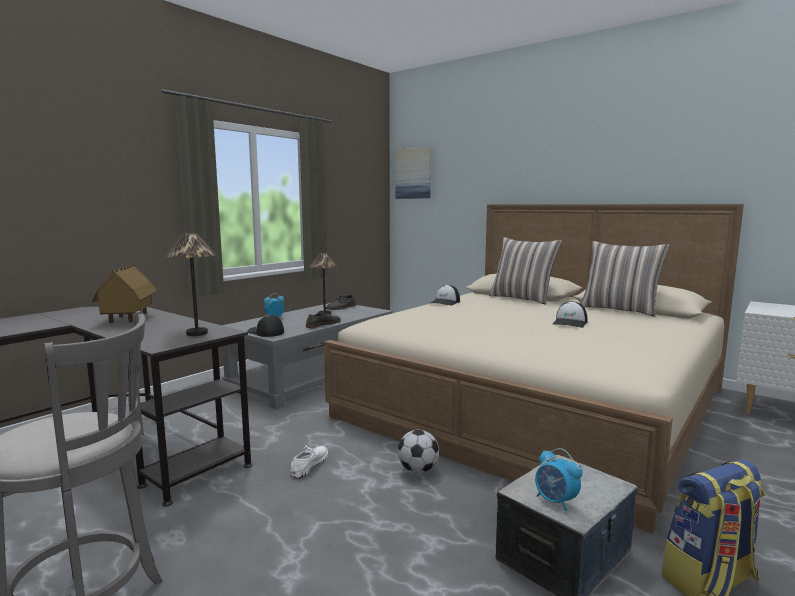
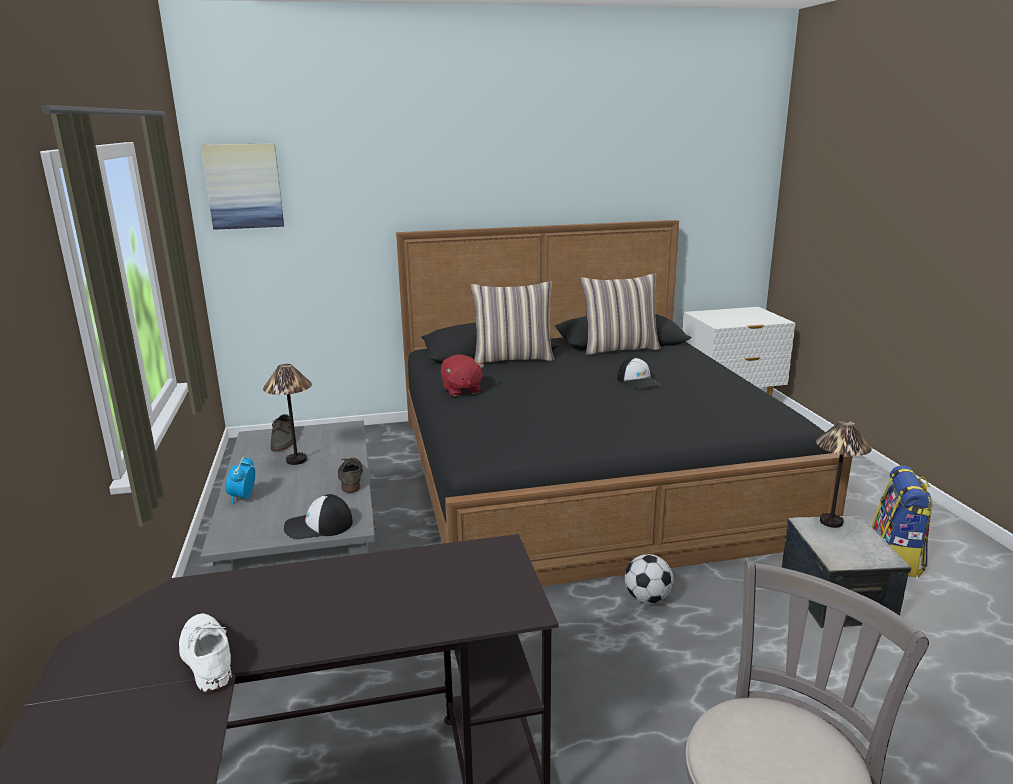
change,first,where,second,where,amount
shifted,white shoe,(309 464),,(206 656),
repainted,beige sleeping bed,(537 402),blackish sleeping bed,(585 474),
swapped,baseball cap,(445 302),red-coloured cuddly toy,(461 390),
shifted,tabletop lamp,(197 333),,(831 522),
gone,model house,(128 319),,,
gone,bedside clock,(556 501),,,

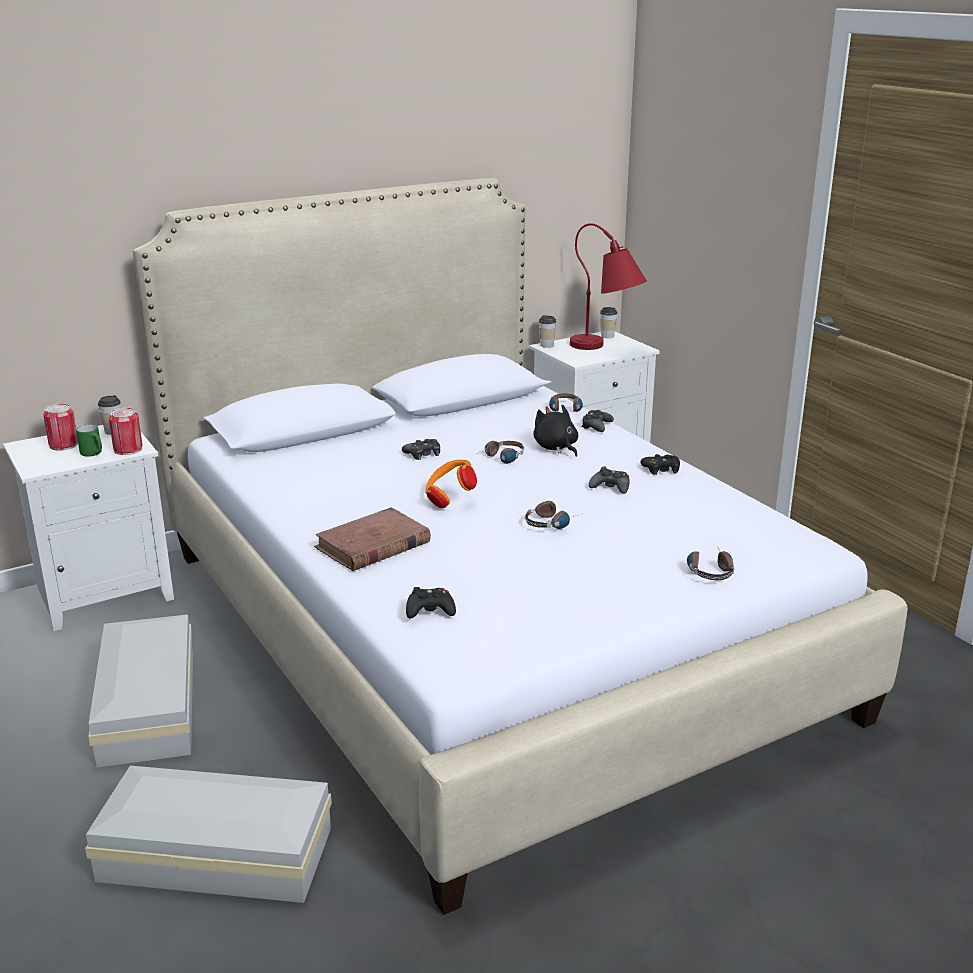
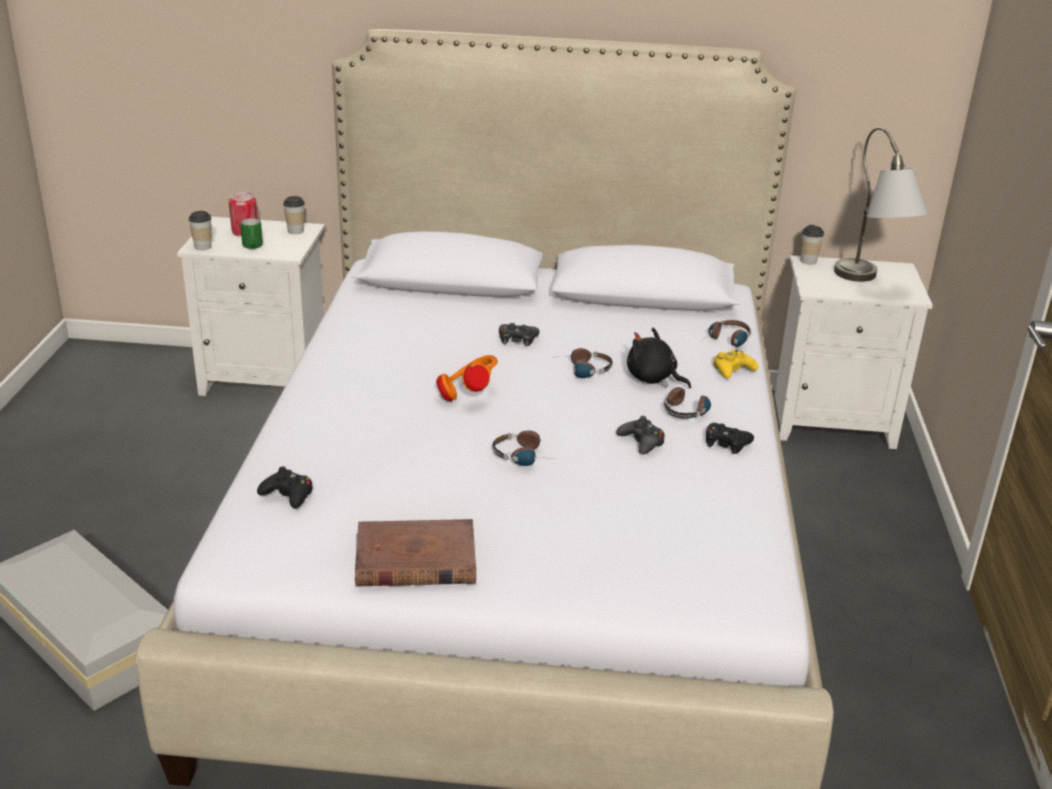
change,first,where,second,where,amount
shifted,cup,(607 336),,(203 247),
shifted,brown-coloured volume,(372 545),,(414 560),
rotated,blackish cuddly toy,(556 448),,(653 379),60 degrees counterclockwise
shifted,pair of headphones,(709 570),,(687 409),
repainted,blackish game controller,(596 426),yellow game controller,(732 370),
repainted,red-coloured tabletop lamp,(606 349),grey tabletop lamp,(870 284),
gone,white storage container,(151 704),,,
gone,sealed can,(128 449),,,

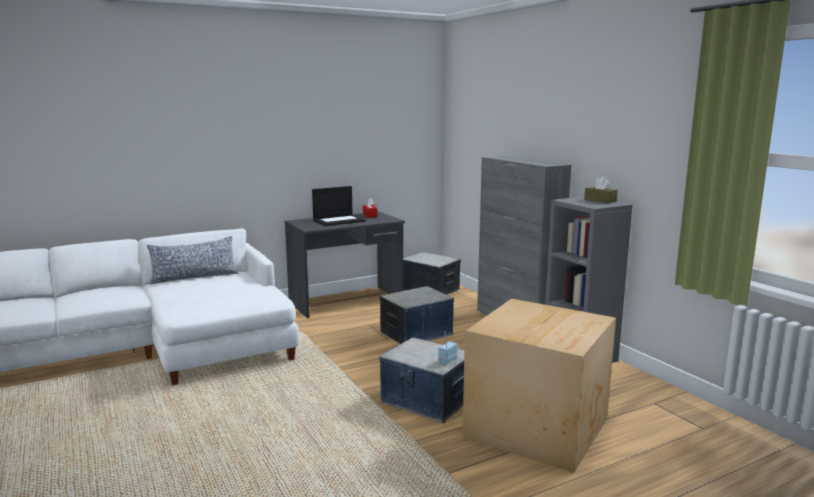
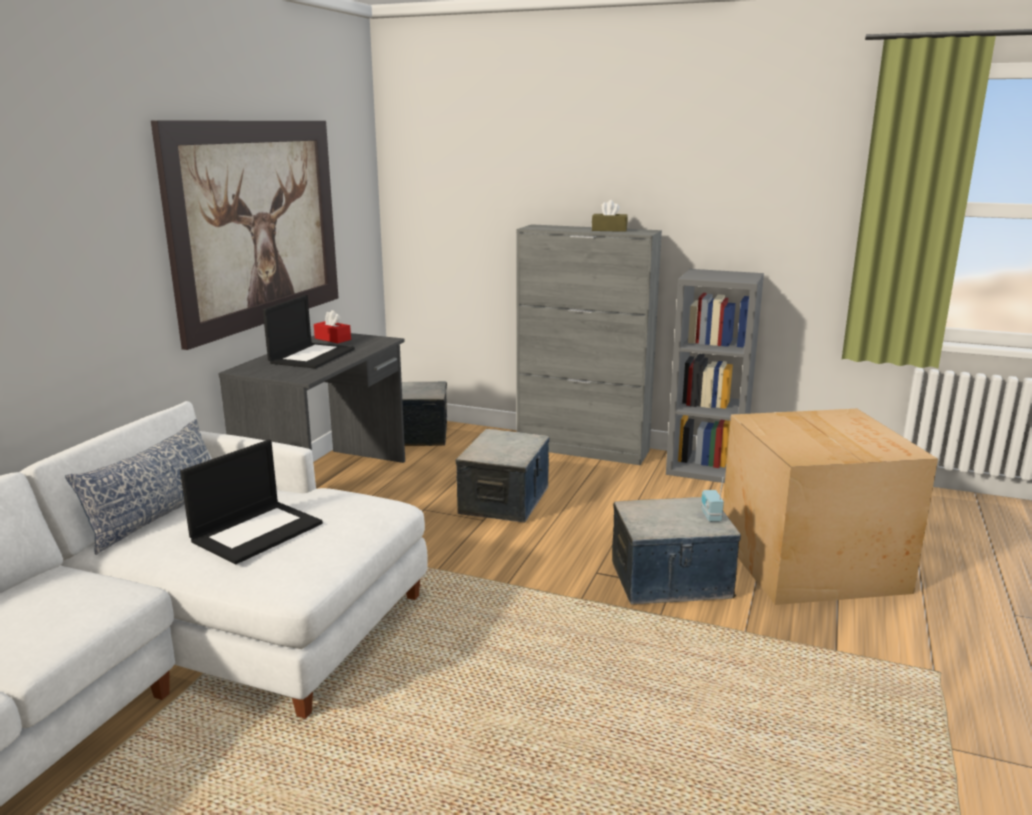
change,first,where,second,where,amount
new,,,wall art,(257 224),
new,,,notebook computer,(257 531),
shifted,brown-coloured tissue box,(600 200),,(609 230),

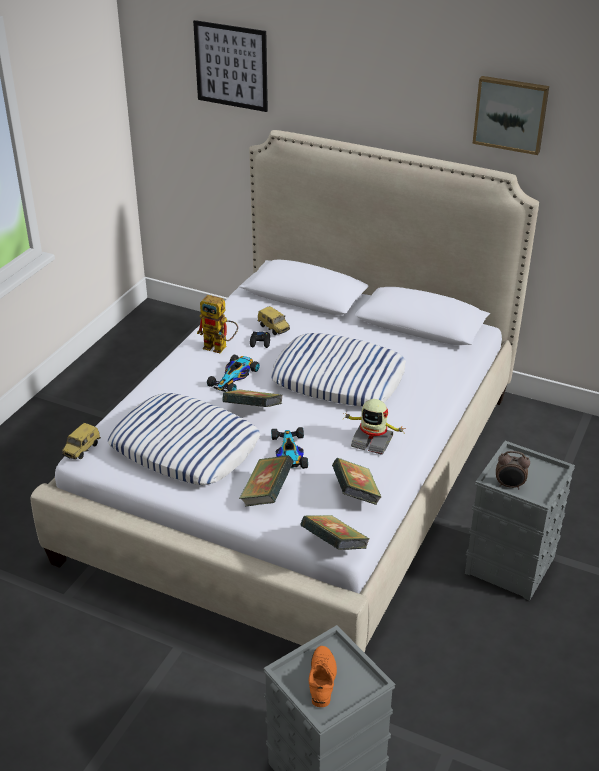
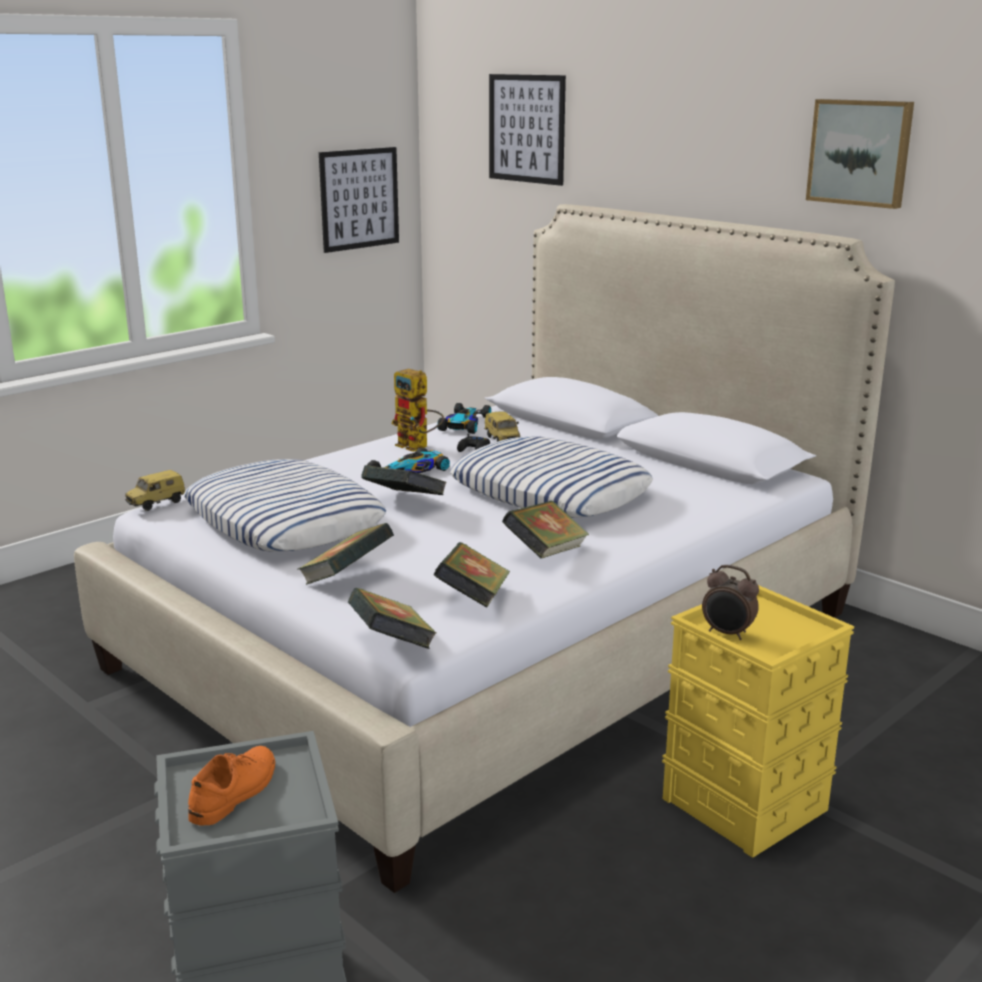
change,first,where,second,where,amount
new,,,wall art,(359 199),
shifted,model car,(289 453),,(464 424),
swapped,robot figure,(372 441),volume,(545 553),
repainted,grey storage container,(511 565),yellow storage container,(747 804),

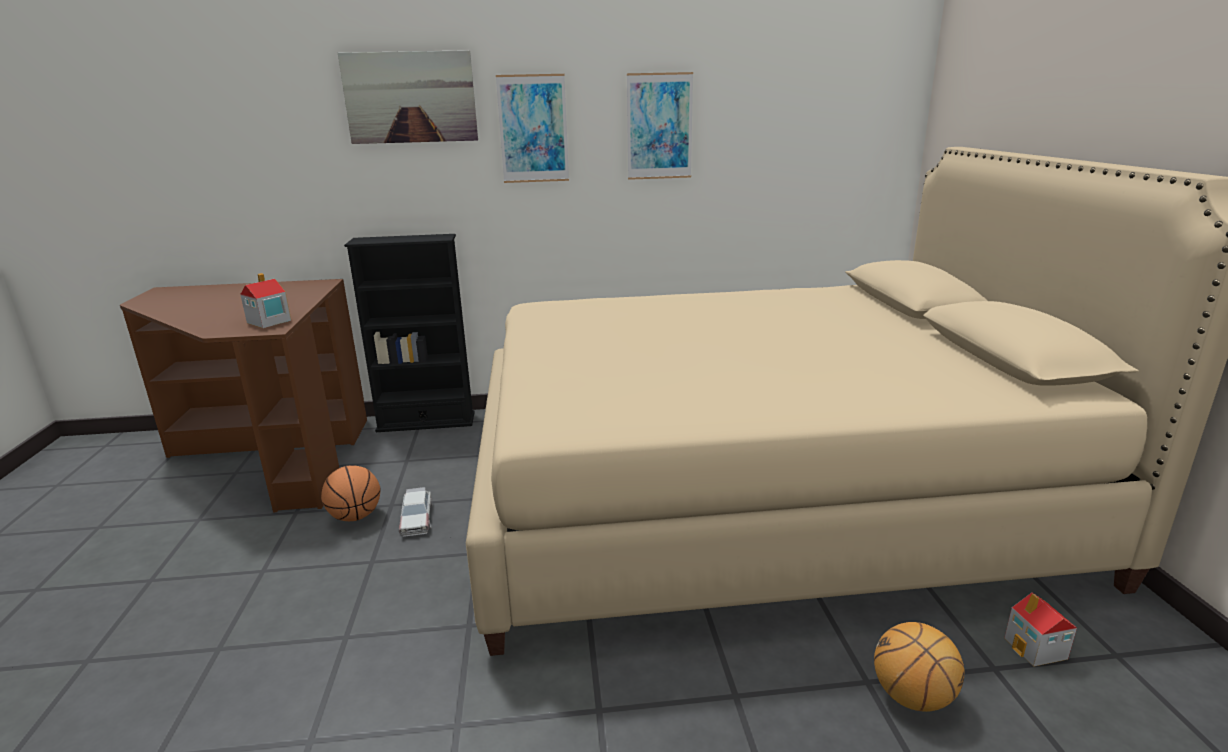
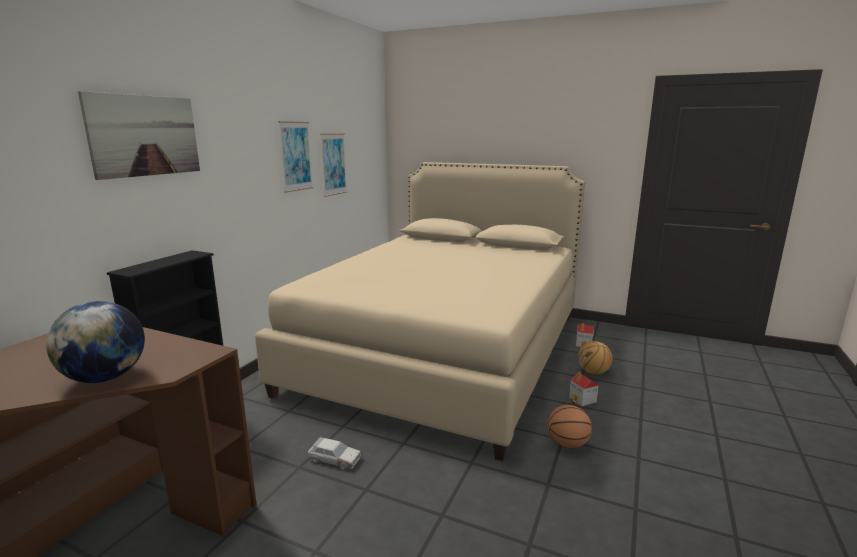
change,first,where,second,where,amount
new,,,desk globe,(105 378),
shifted,wall art,(533 129),,(333 164),
shifted,basketball,(355 517),,(567 444),
shifted,model house,(268 322),,(583 399),

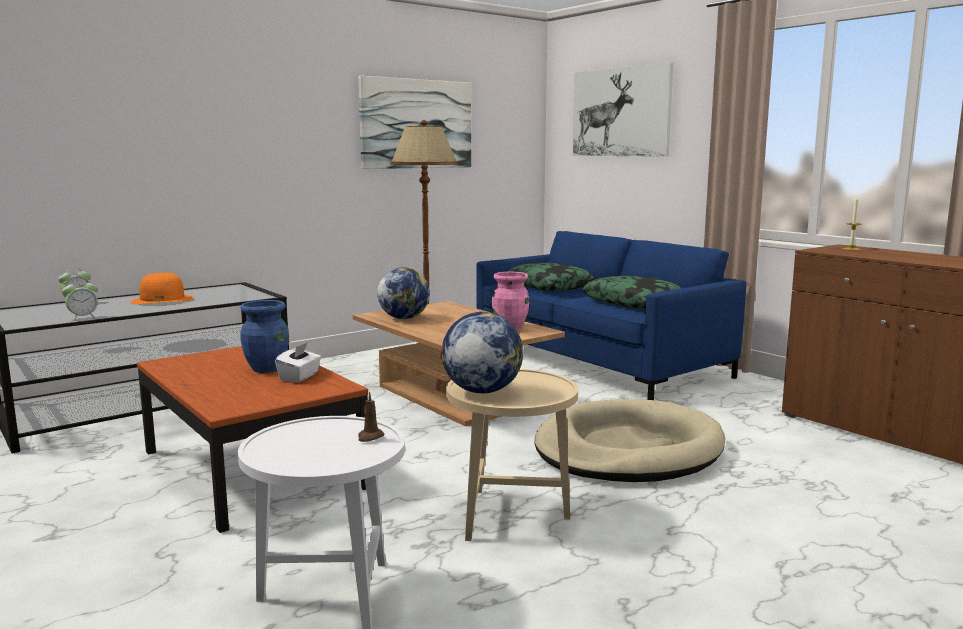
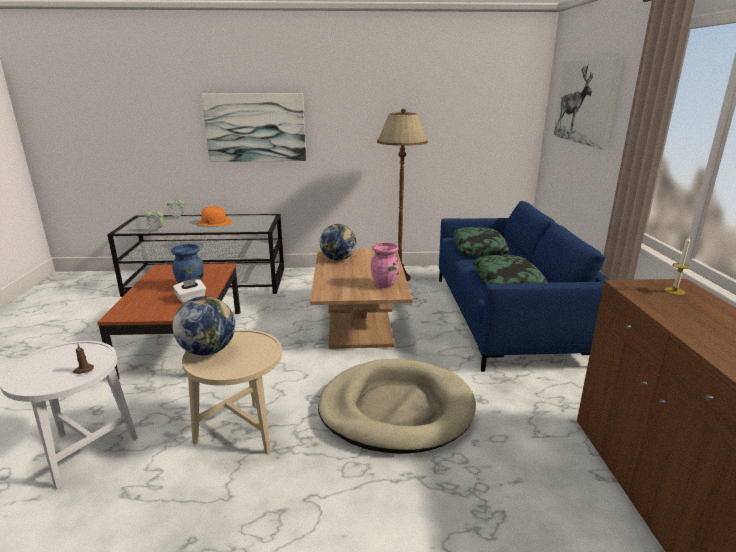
change,first,where,second,where,amount
shifted,wall art,(416 124),,(255 127),

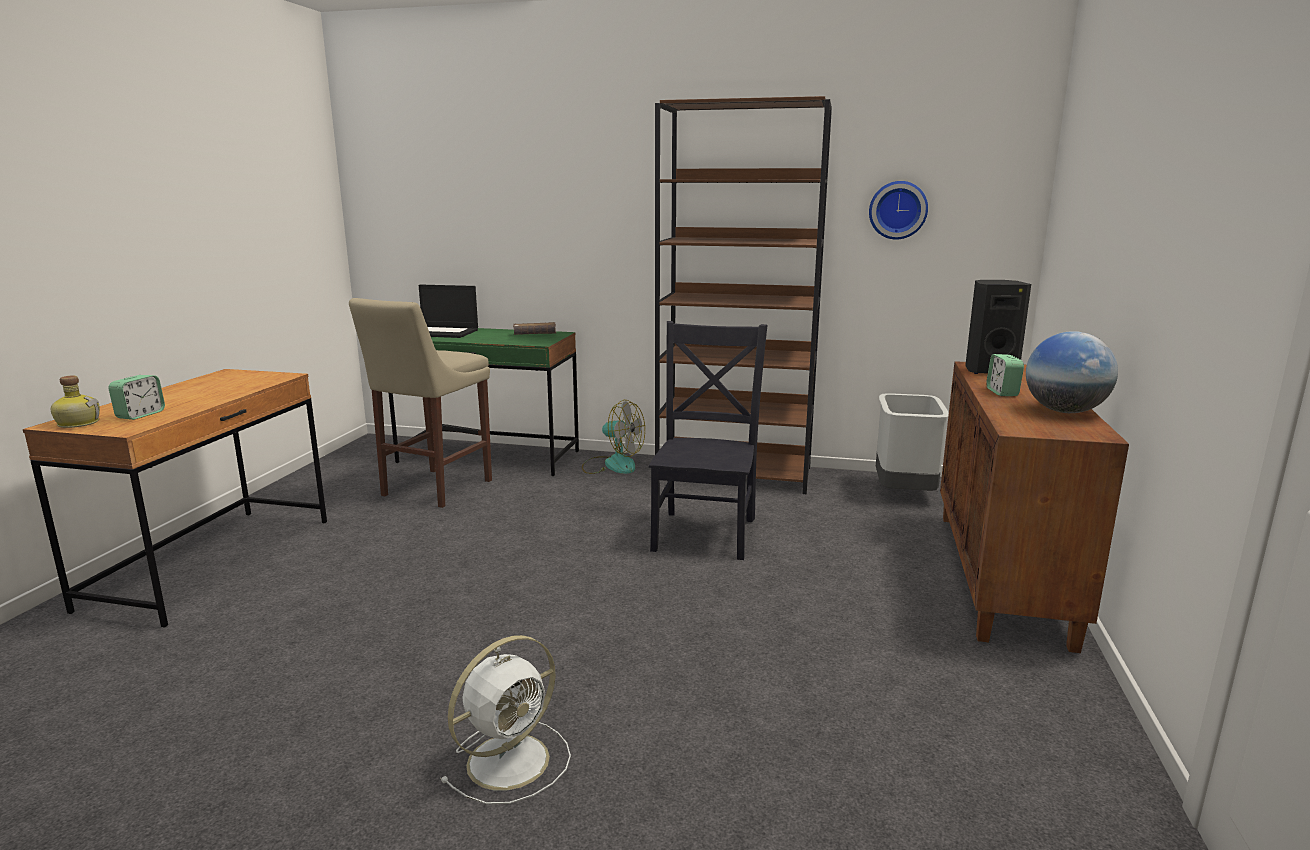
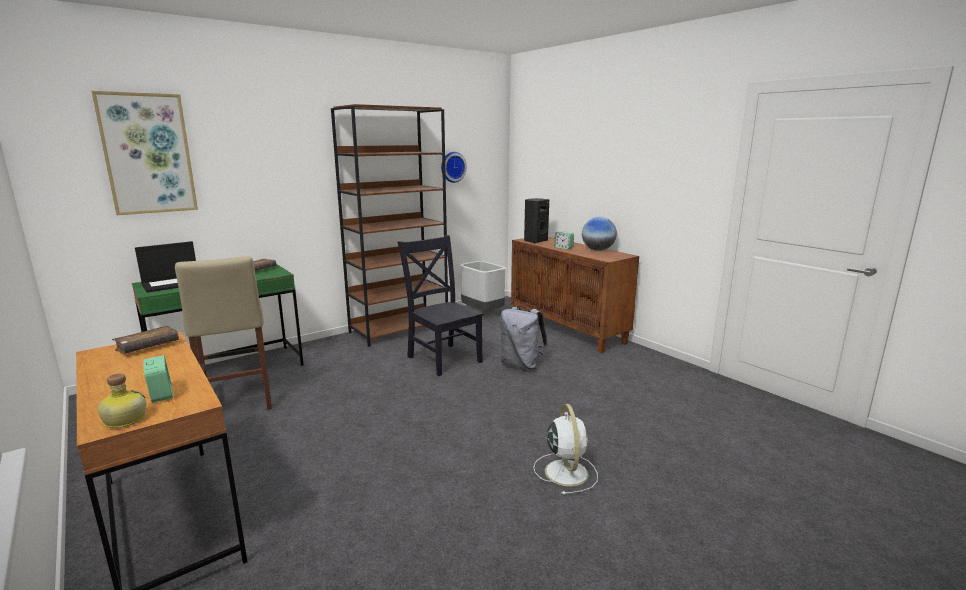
change,first,where,second,where,amount
new,,,wall art,(148 154),
new,,,brown-coloured volume,(148 347),
new,,,grey knapsack,(521 365),
gone,electric fan,(612 465),,,

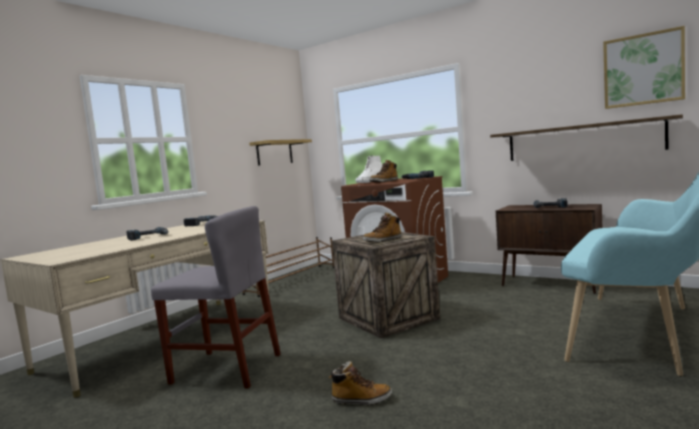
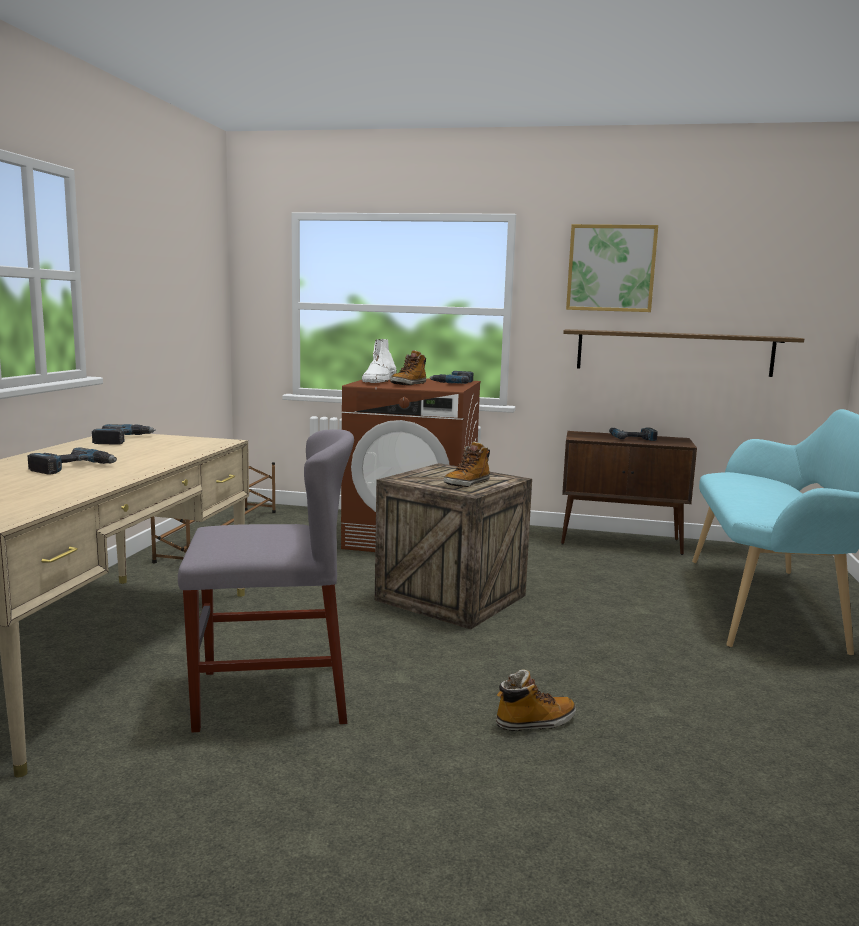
change,first,where,second,where,amount
shifted,wall art,(643 69),,(611 268),
gone,bracket shelf,(274 153),,,

